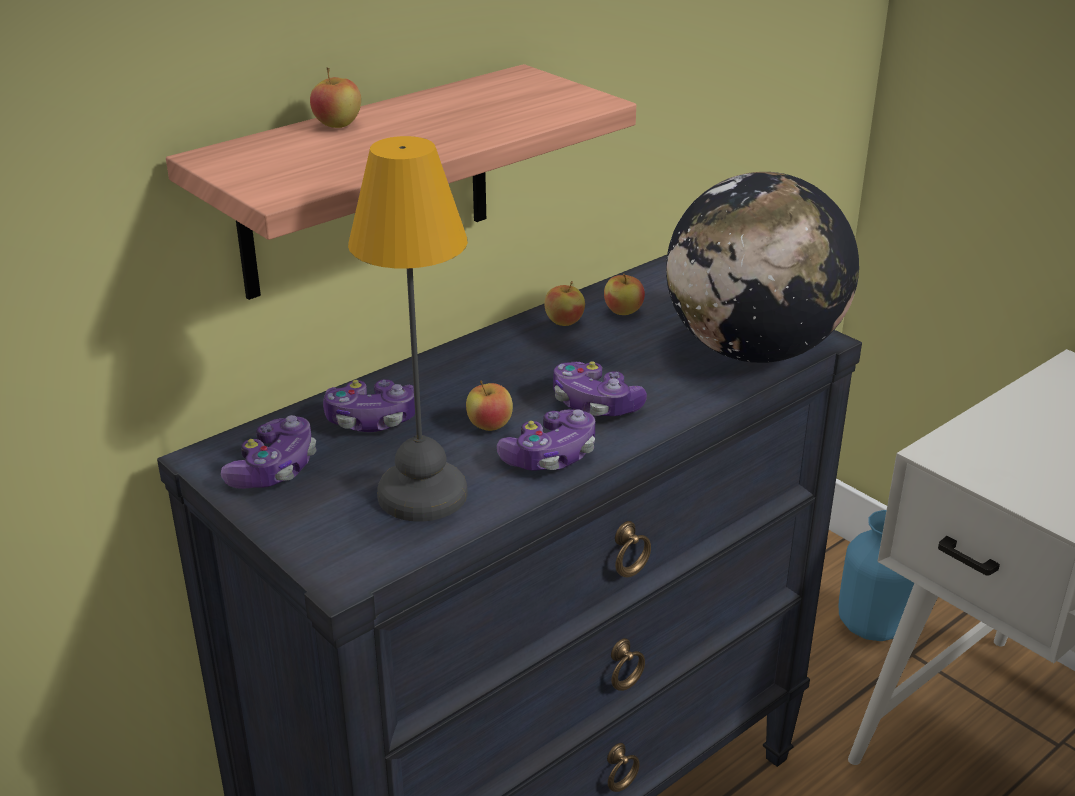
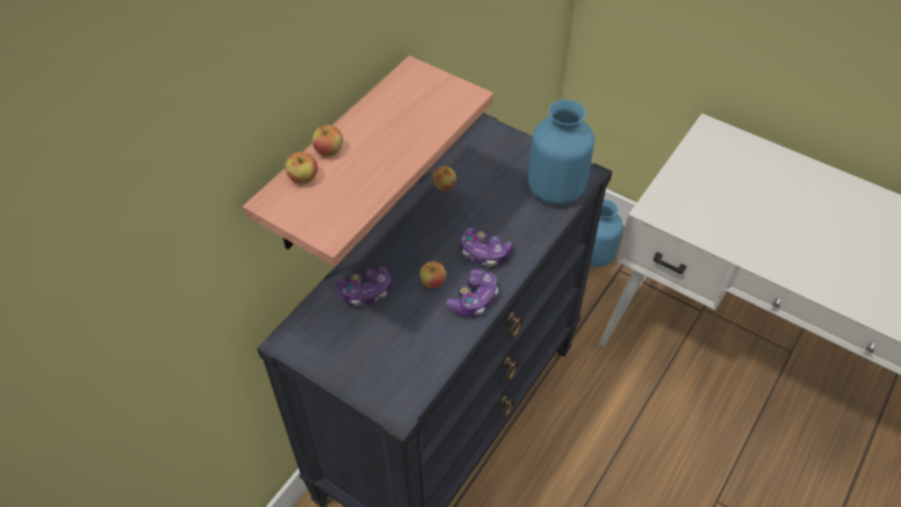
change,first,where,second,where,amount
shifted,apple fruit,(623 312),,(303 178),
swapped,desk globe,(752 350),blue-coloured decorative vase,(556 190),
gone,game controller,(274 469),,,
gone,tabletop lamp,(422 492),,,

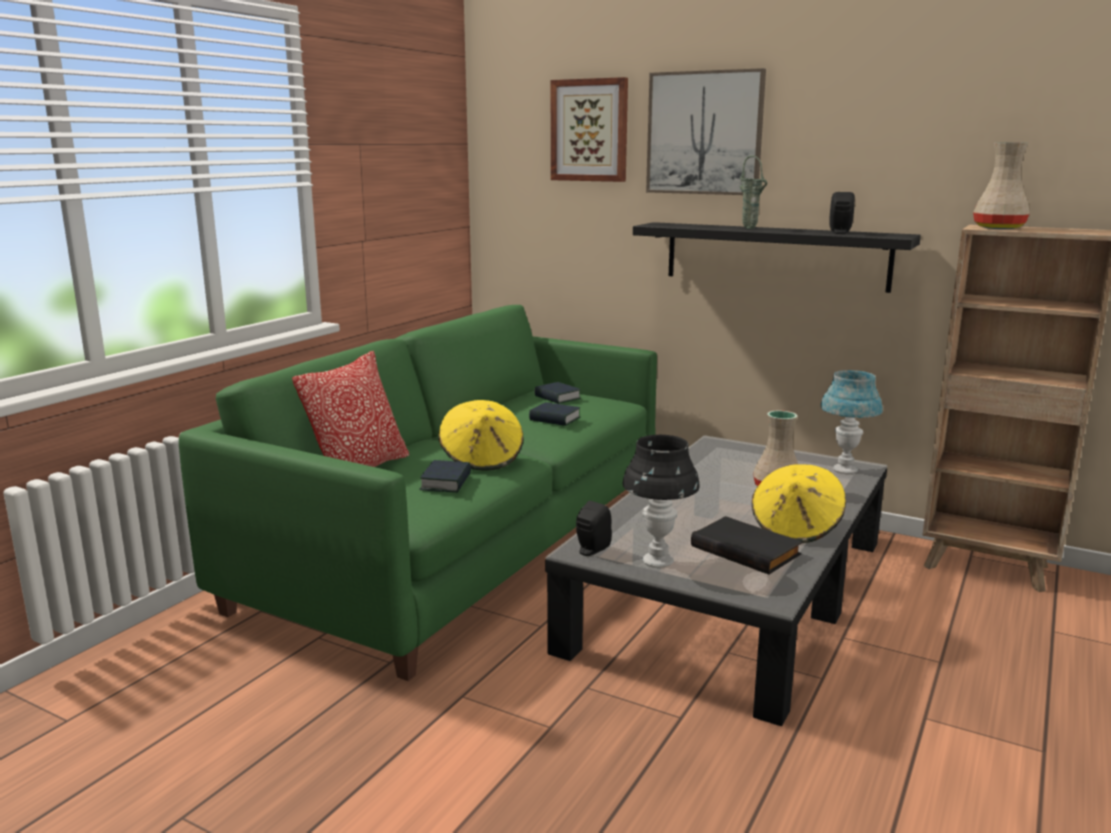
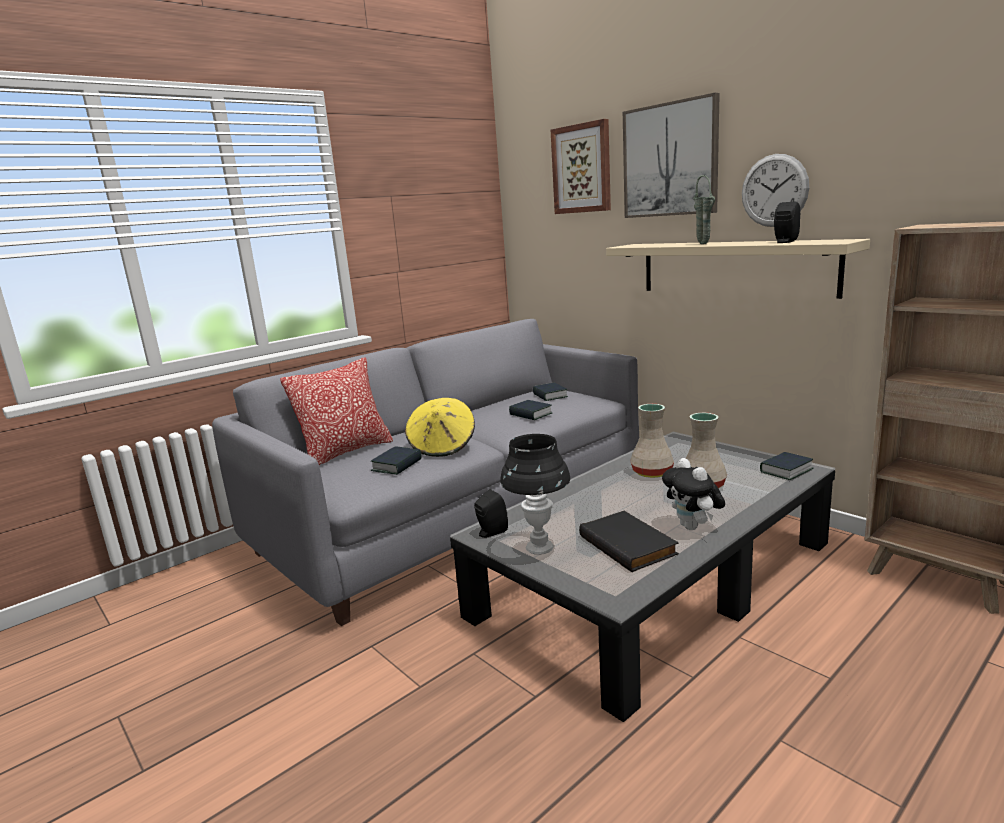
change,first,where,second,where,amount
repainted,green-coloured settee,(462 545),grey settee,(457 513),
repainted,blackish bracket shelf,(775 256),beige bracket shelf,(734 268),
shifted,beige decorative vase,(997 228),,(651 472),
swapped,yellow hat,(796 528),cuddly toy,(693 527),
new,,,hanging clock,(774 190),
swapped,blue-coloured tabletop lamp,(845 470),volume,(786 470),

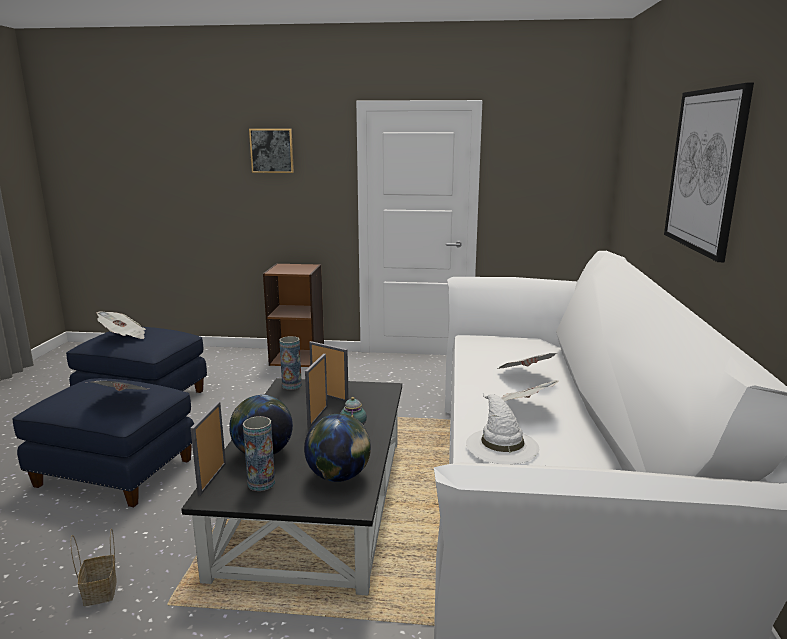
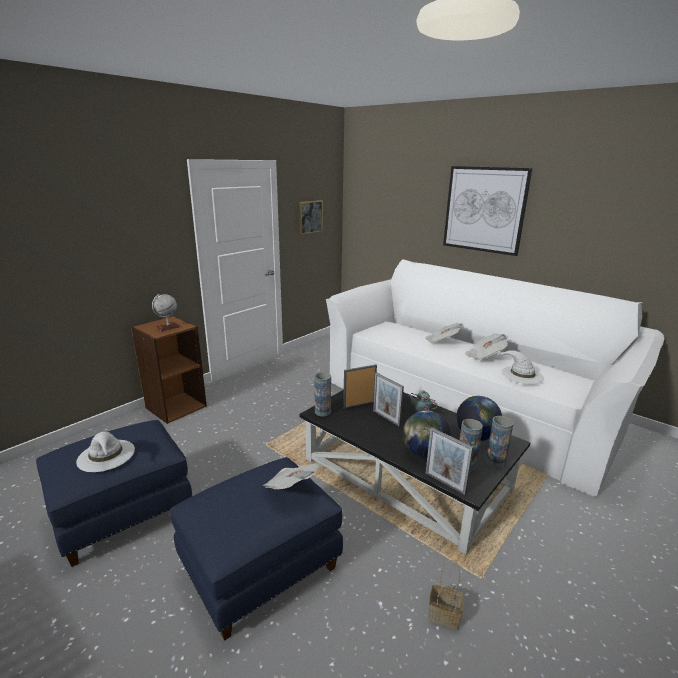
change,first,where,second,where,amount
swapped,daily paper,(124 336),white hat,(106 455),
new,,,desk globe,(168 327),
shifted,wall art,(271 150),,(310 217),
new,,,decorative vase,(495 461),

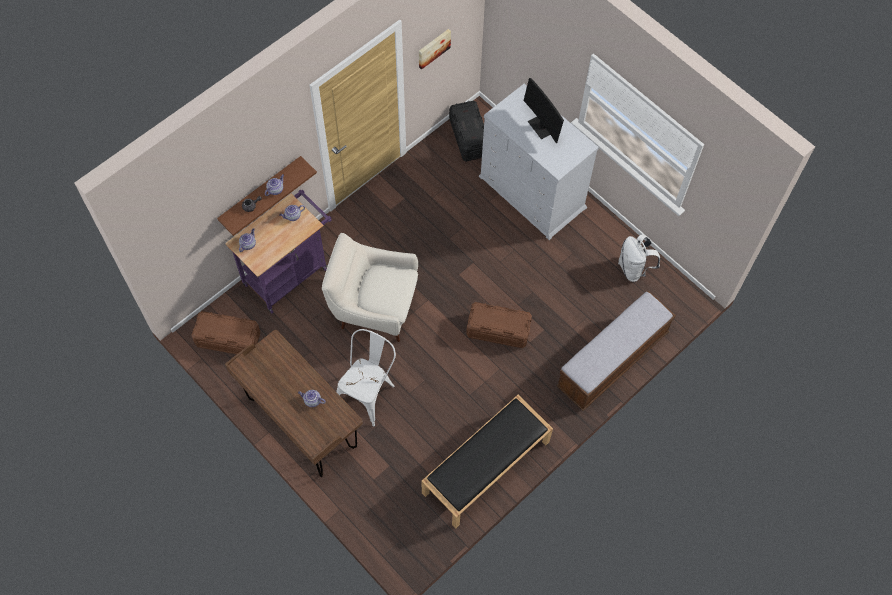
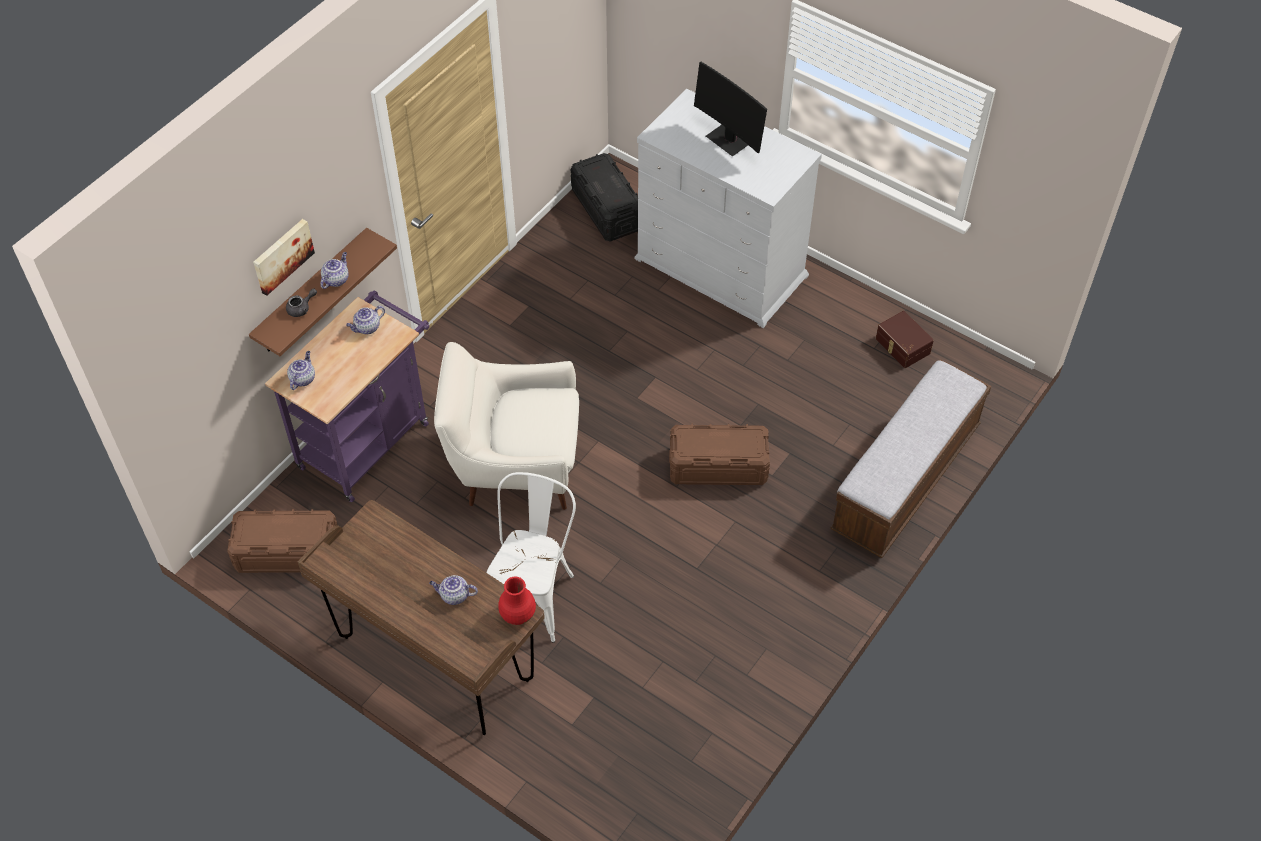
change,first,where,second,where,amount
shifted,wall art,(433 48),,(282 255),
new,,,red-coloured decorative vase,(518 614),
swapped,white knapsack,(634 269),brown-coloured storage container,(901 346),
gone,blackish bench,(486 468),,,

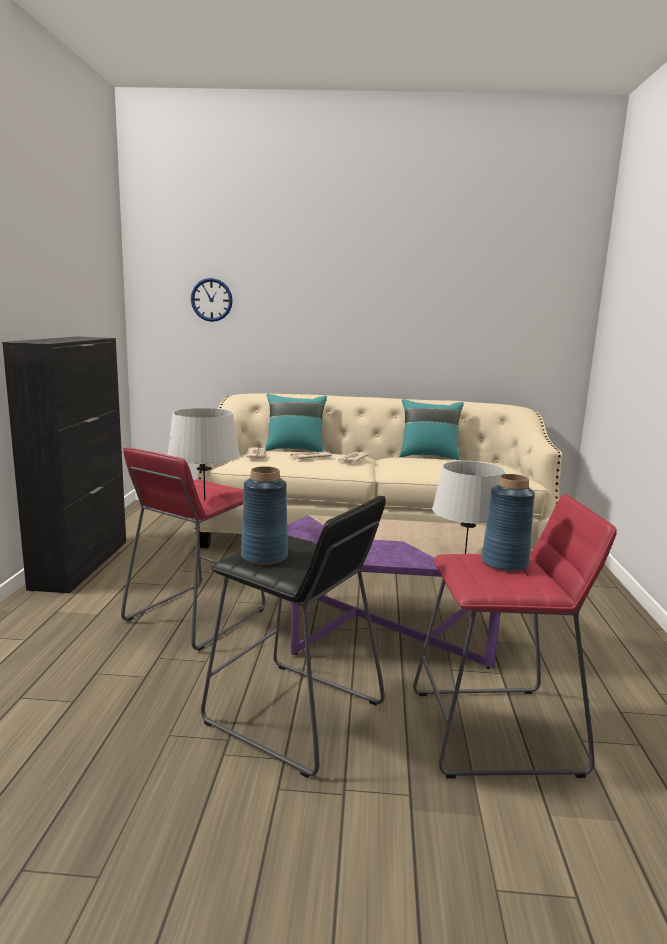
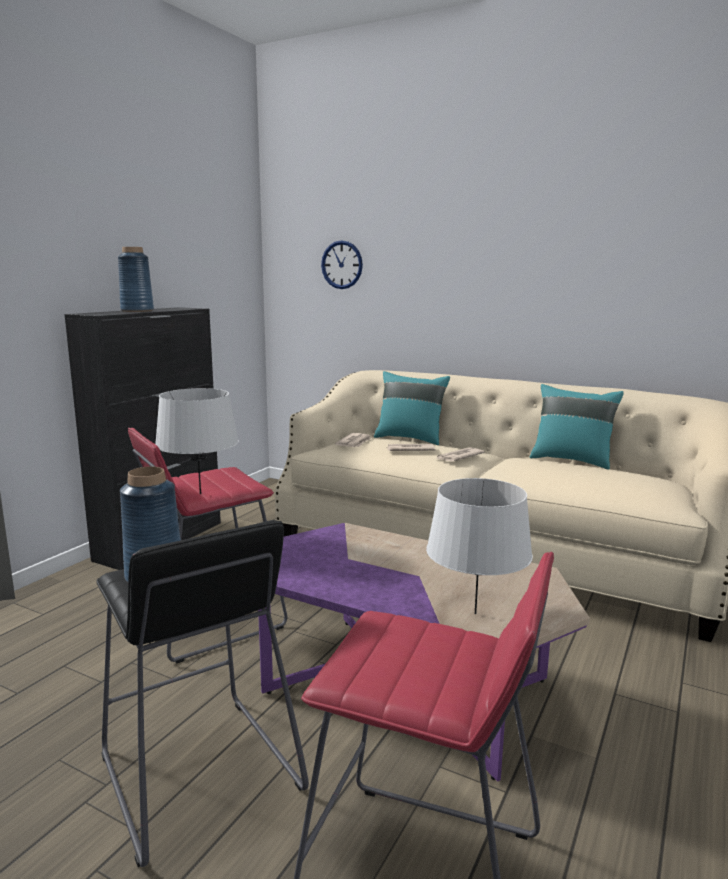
change,first,where,second,where,amount
shifted,blue-coloured decorative vase,(505 563),,(137 310),

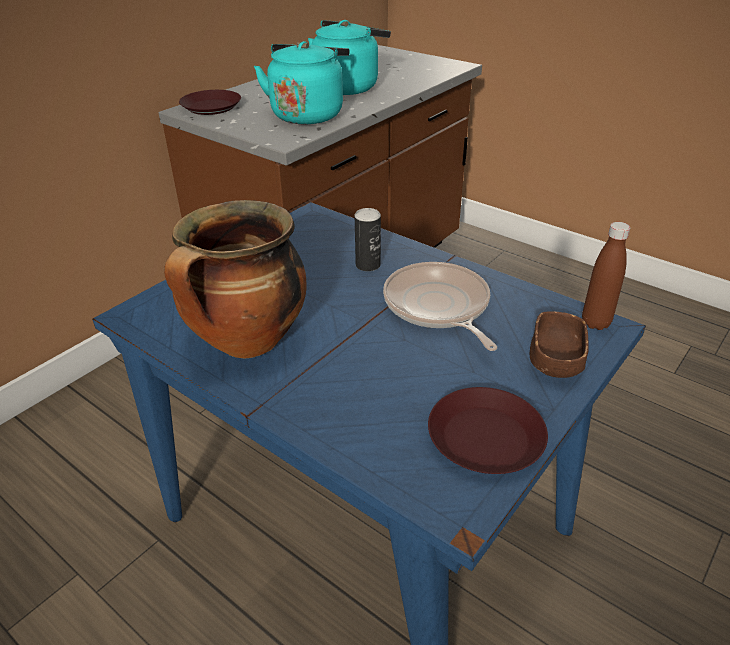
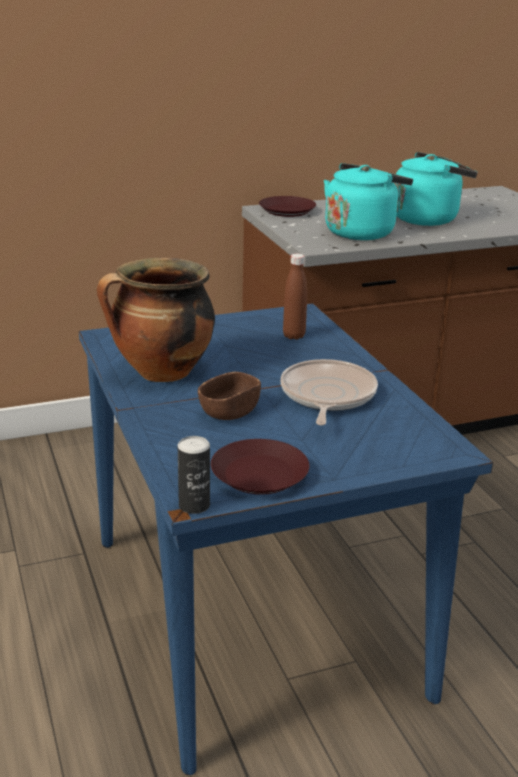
change,first,where,second,where,amount
shifted,sealed can,(368 265),,(194 505),
shifted,brown-coloured serving bowl,(555 361),,(229 412),
shifted,brown-coloured drink bottle,(595 323),,(294 336),

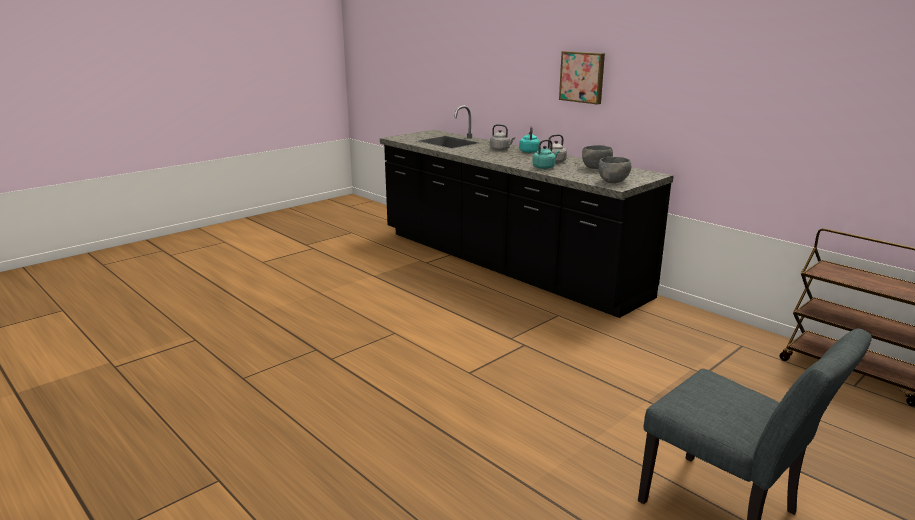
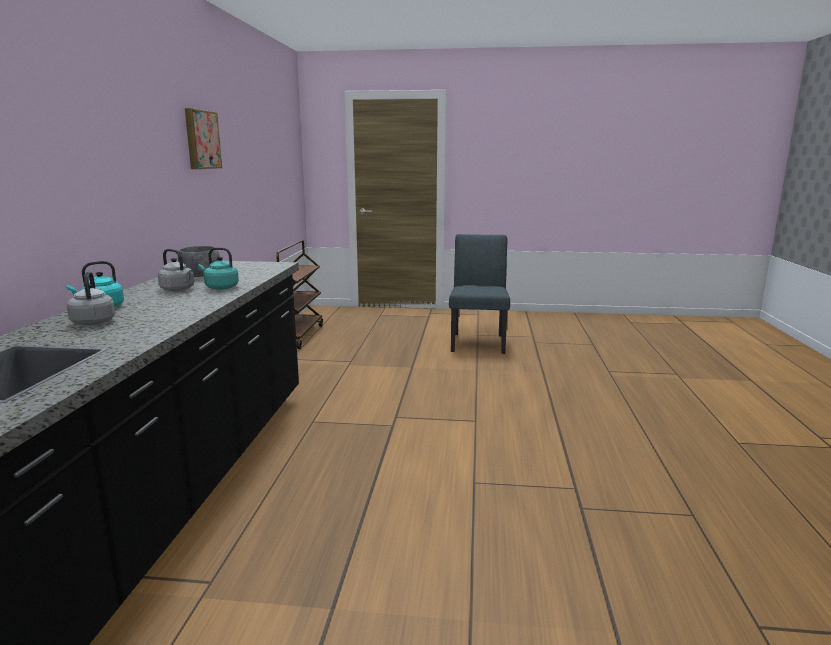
change,first,where,second,where,amount
shifted,wall art,(582 77),,(201 139),
gone,grey serving bowl,(613 182),,,

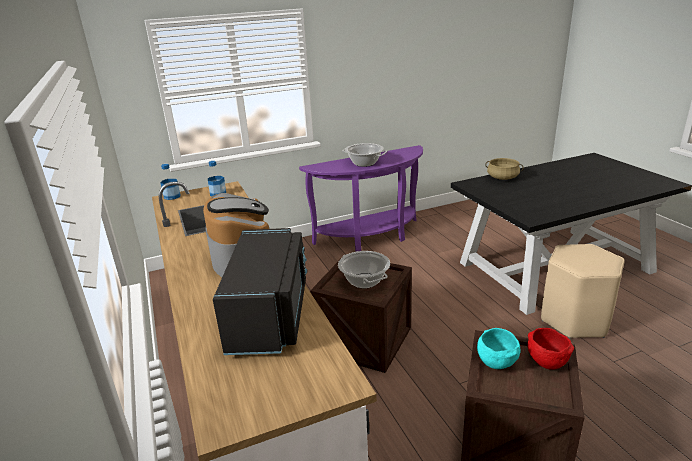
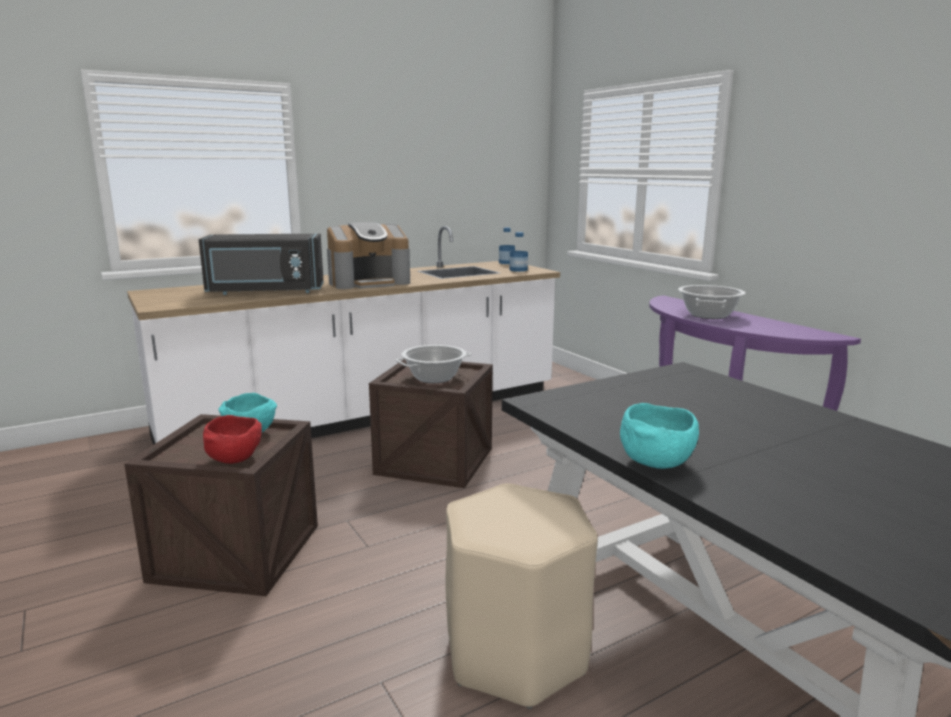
change,first,where,second,where,amount
new,,,turquoise-coloured serving bowl,(656 462),
gone,beige cooking pot,(502 177),,,

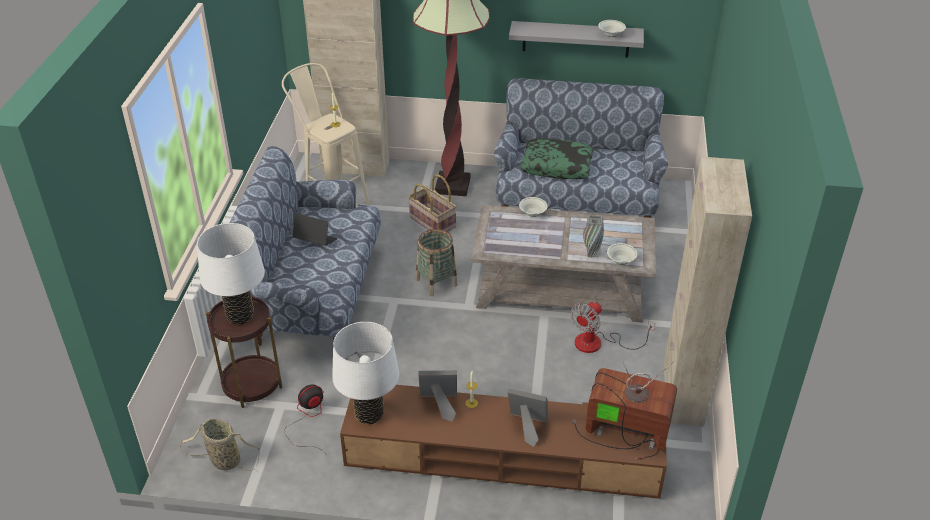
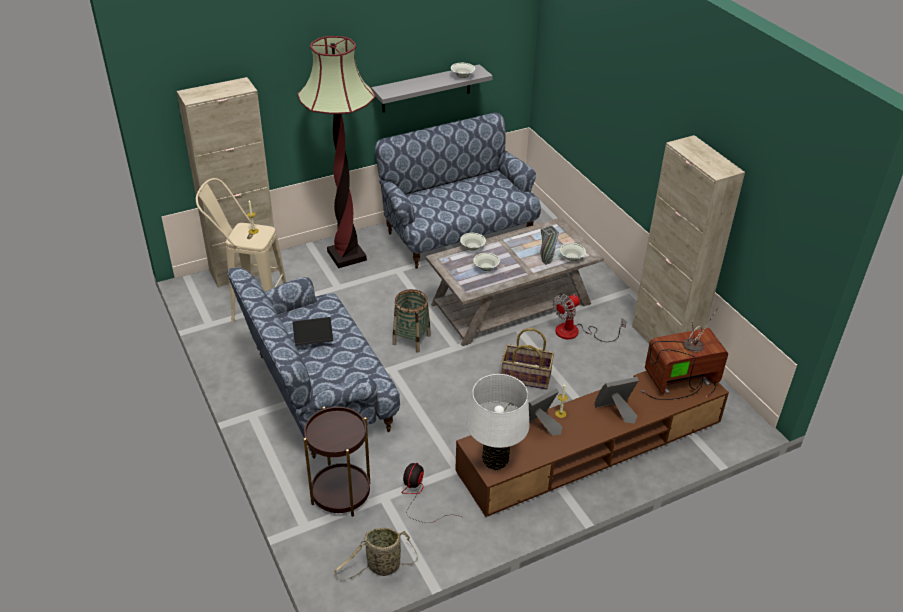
change,first,where,second,where,amount
new,,,white serving bowl,(486 268),
shifted,household basket,(431 222),,(525 378),
rotated,electric fan,(598 343),,(576 333),45 degrees clockwise
gone,white tabletop lamp,(240 316),,,
gone,throw pillow,(557 166),,,

